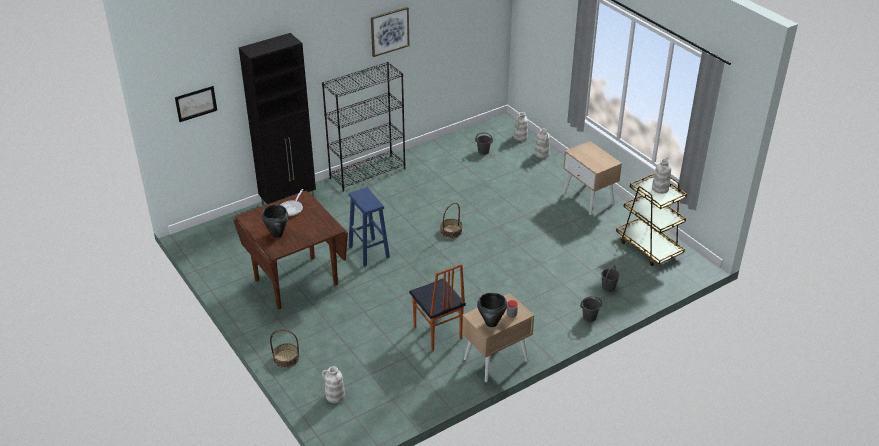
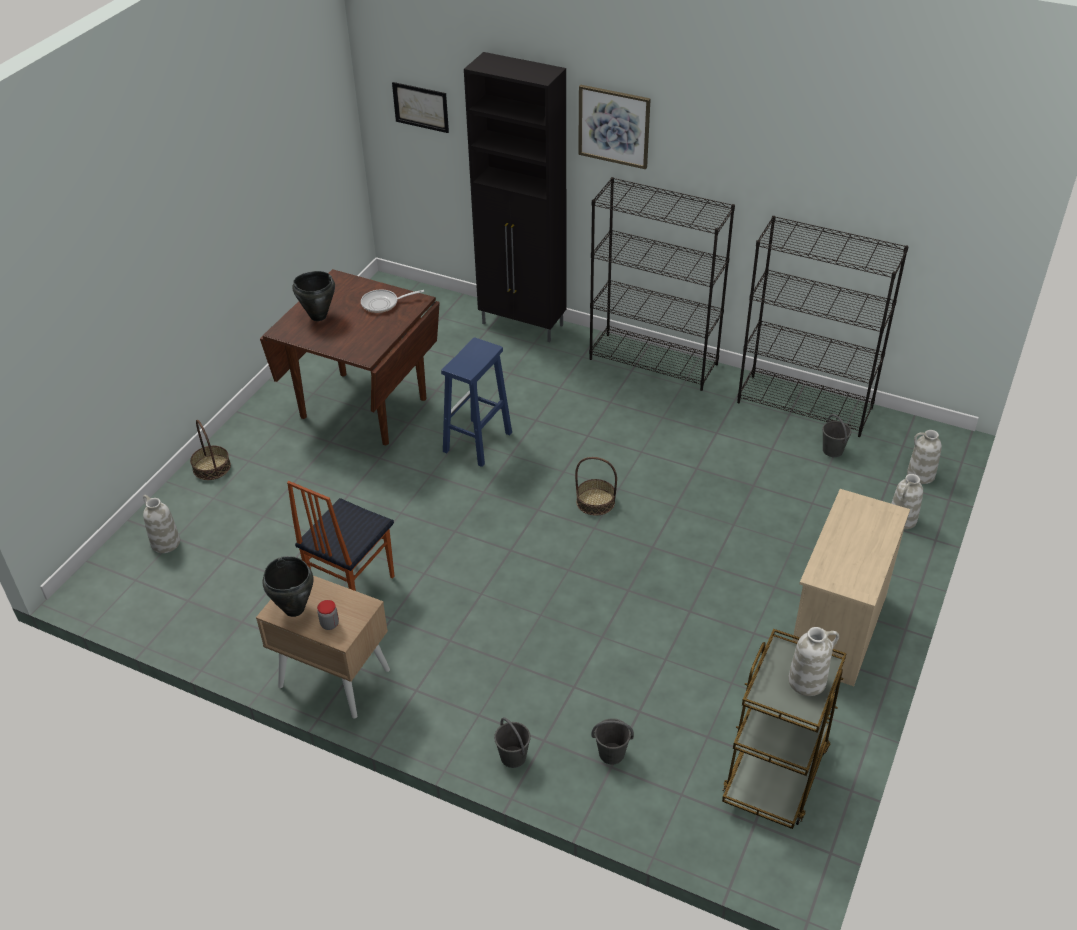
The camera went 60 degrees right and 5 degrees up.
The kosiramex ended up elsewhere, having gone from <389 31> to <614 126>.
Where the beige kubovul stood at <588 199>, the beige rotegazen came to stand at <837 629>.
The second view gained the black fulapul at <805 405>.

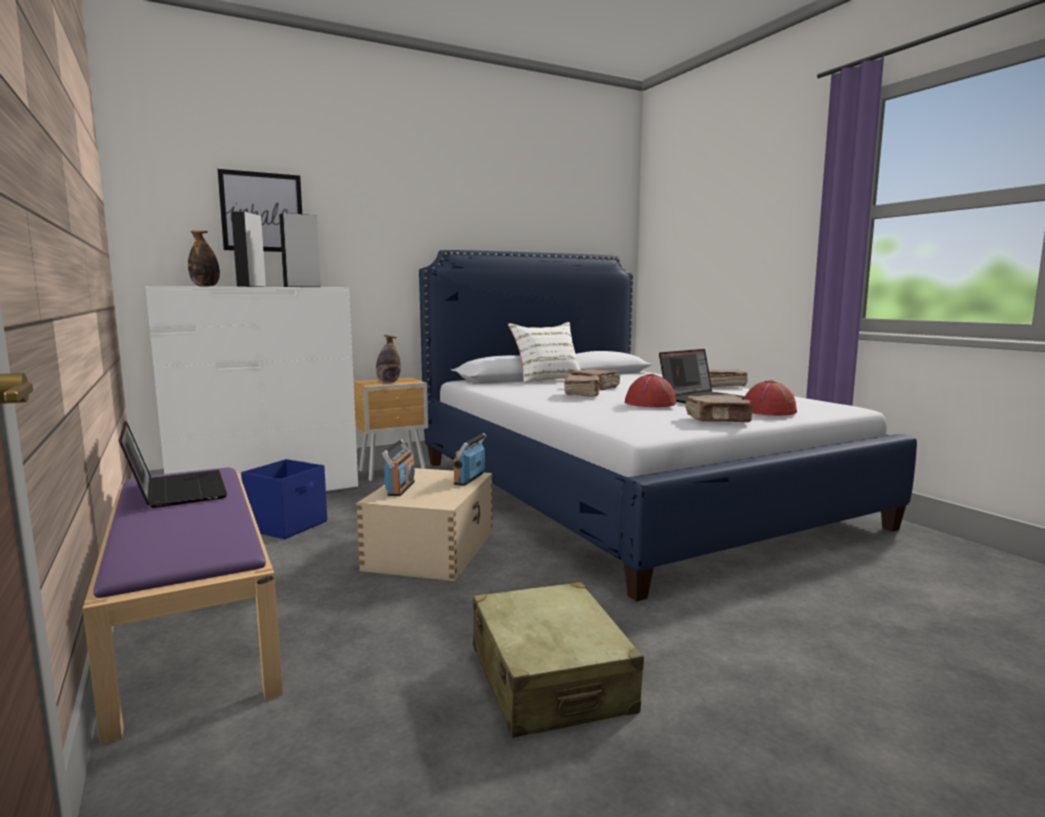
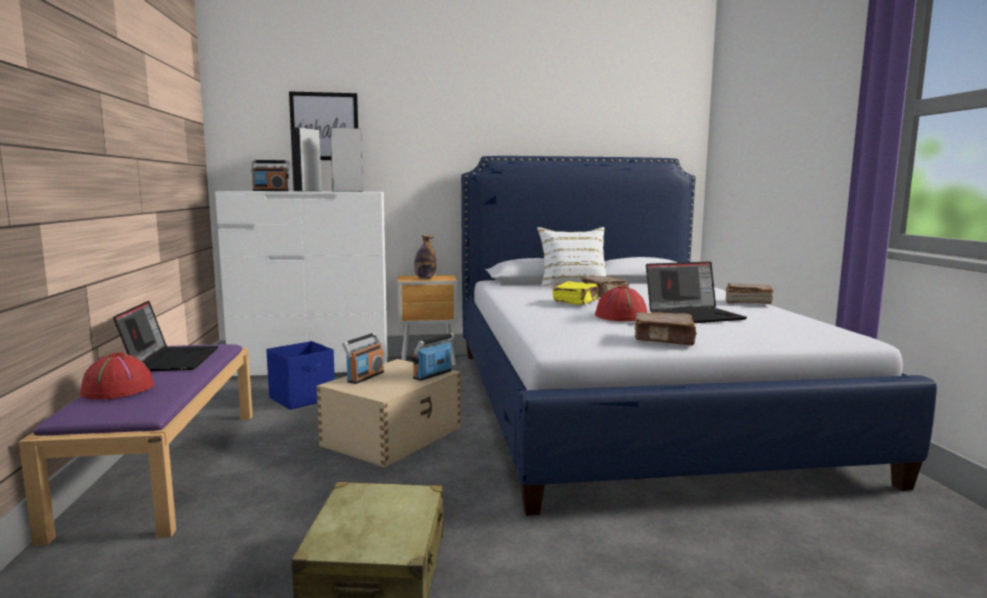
The camera went 20 degrees right and 0 degrees up.
Where the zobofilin stood at <205 286>, the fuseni came to stand at <270 191>.
What was the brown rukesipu at <583 394> turned into the yellow rukesipu at <576 302>.
The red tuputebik ended up elsewhere, having gone from <769 411> to <117 390>.

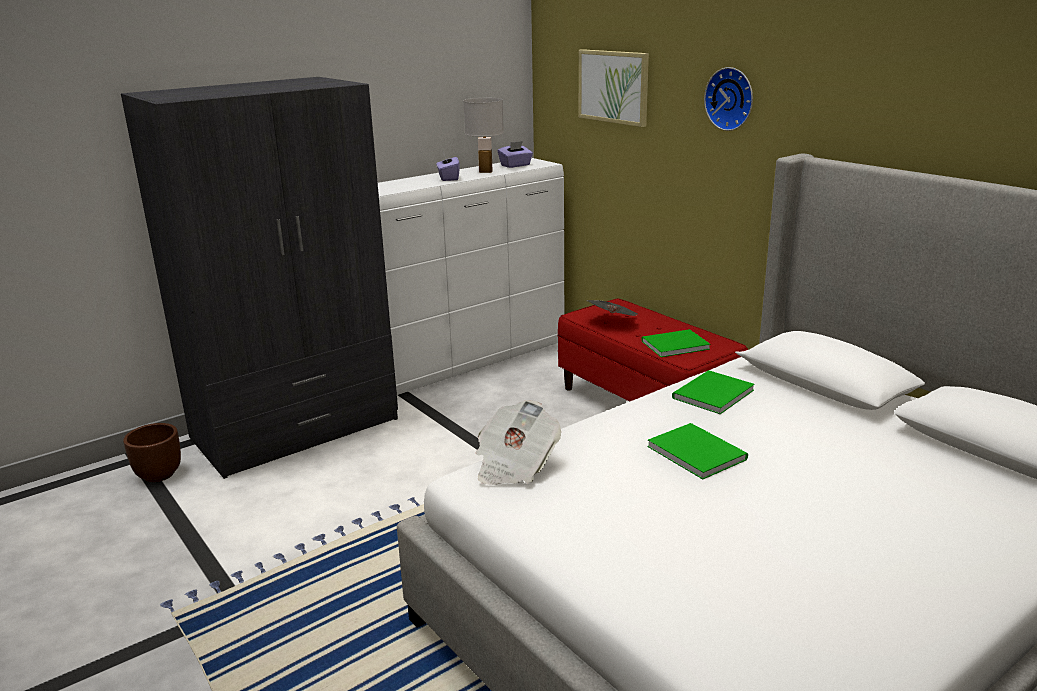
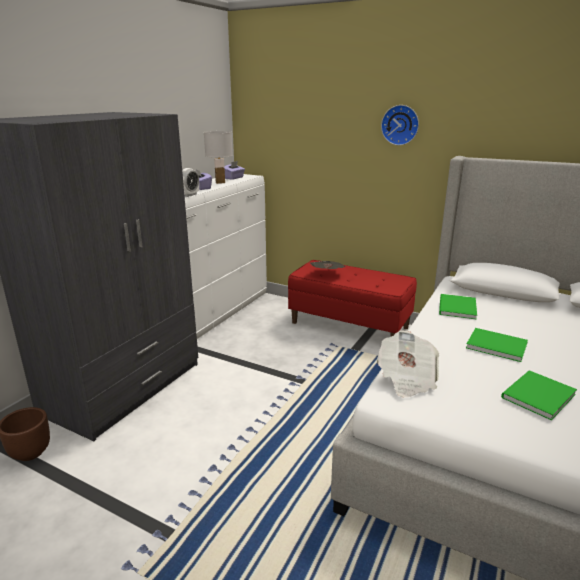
The camera went 25 degrees left and 0 degrees up.
The second view lost the kosiramex at <613 86>.
The green rukesipu ended up elsewhere, having gone from <673 345> to <535 396>.
The second view gained the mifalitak at <189 195>.

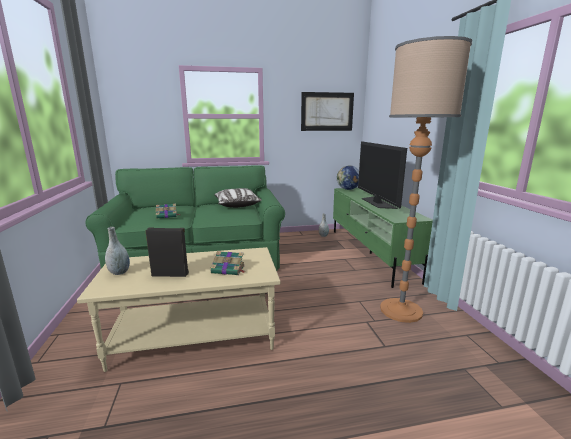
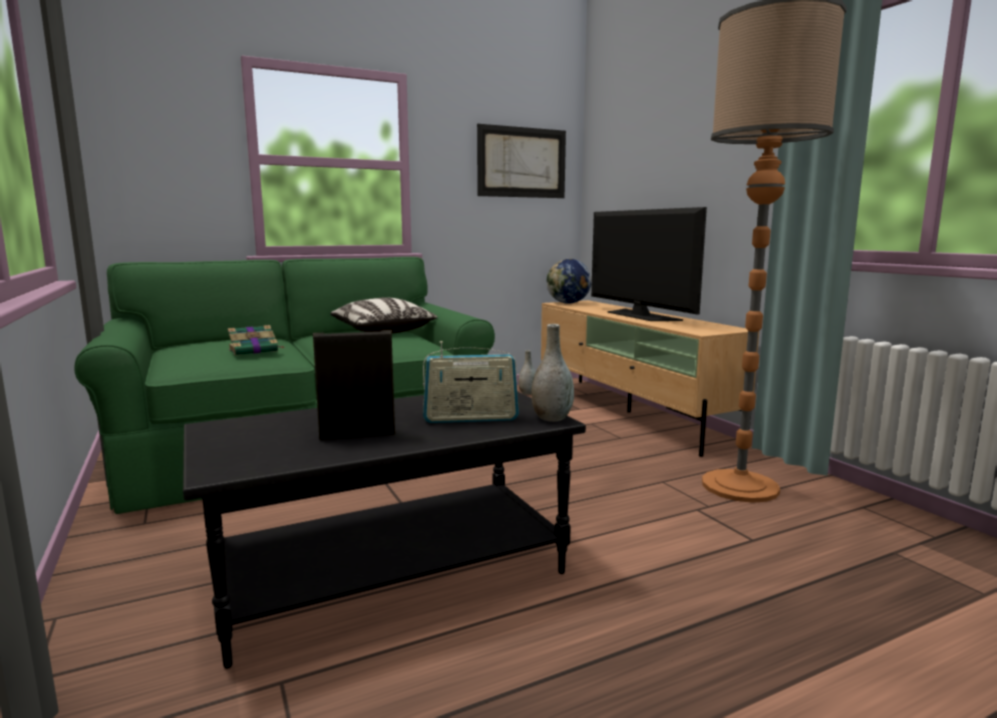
The camera went 15 degrees left and 5 degrees down.
What was the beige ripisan at <195 335> turned into the black ripisan at <392 573>.
The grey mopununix ended up elsewhere, having gone from <119 272> to <552 418>.
Where the rukesipu stood at <229 269>, the fuseni came to stand at <470 418>.
What was the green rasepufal at <370 253> turned into the beige rasepufal at <629 412>.

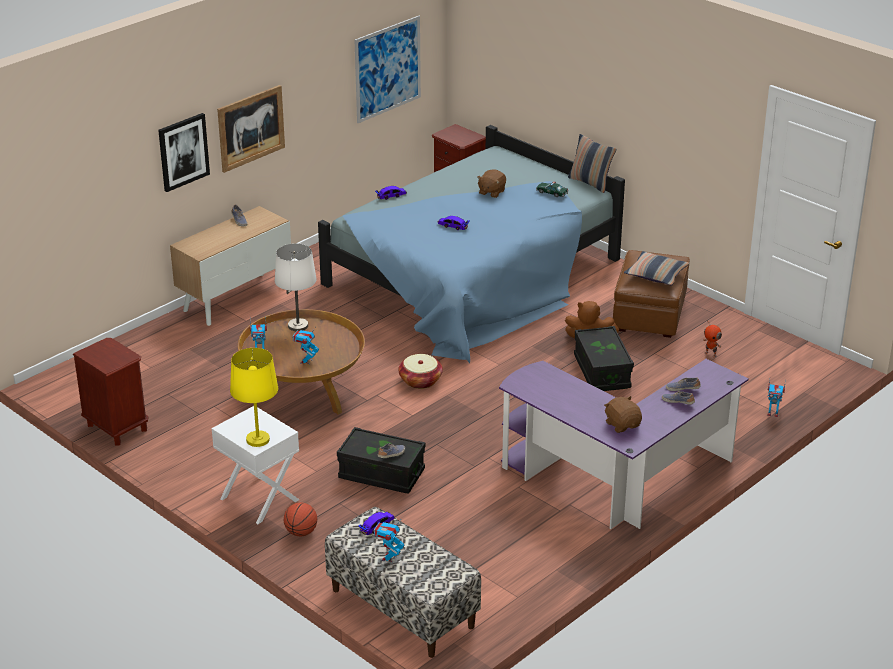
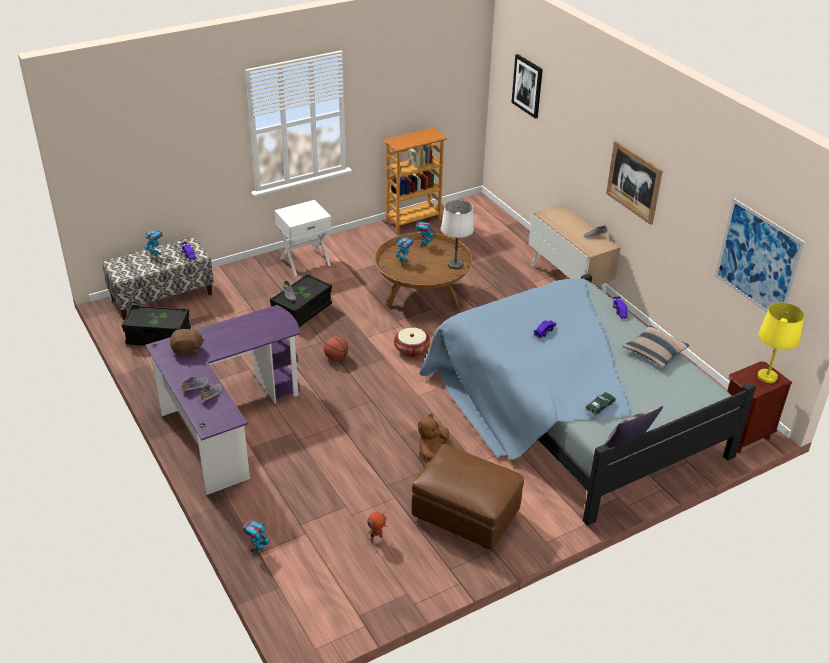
The camera went 105 degrees right and 5 degrees up.
Where the brown kubovul stood at <117 428>, the fulapul came to stand at <413 221>.
The kosiramex ended up elsewhere, having gone from <183 151> to <527 86>.
The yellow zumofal ended up elsewhere, having gone from <258 439> to <767 377>.
The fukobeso ended up elsewhere, having gone from <301 532> to <336 358>.
The second view lost the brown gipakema at <491 192>.
The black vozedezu ended up elsewhere, having gone from <602 372> to <159 337>.
The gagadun ended up elsewhere, having gone from <656 274> to <655 351>.

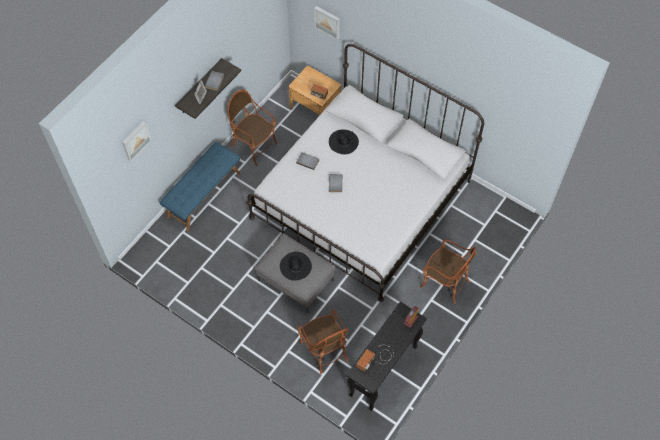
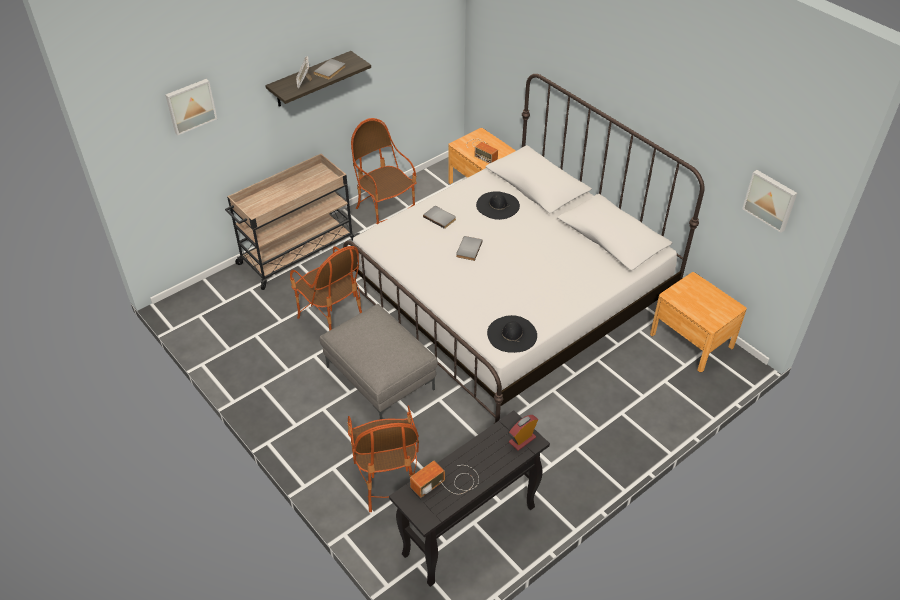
The camera went 15 degrees right and 15 degrees down.
Where the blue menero stood at <203 194>, the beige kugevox came to stand at <297 253>.
The black tuputebik ended up elsewhere, having gone from <295 266> to <512 334>.
The kosiramex ended up elsewhere, having gone from <327 21> to <770 200>.
The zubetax ended up elsewhere, having gone from <444 282> to <332 319>.
The second view gained the brown kubovul at <691 340>.

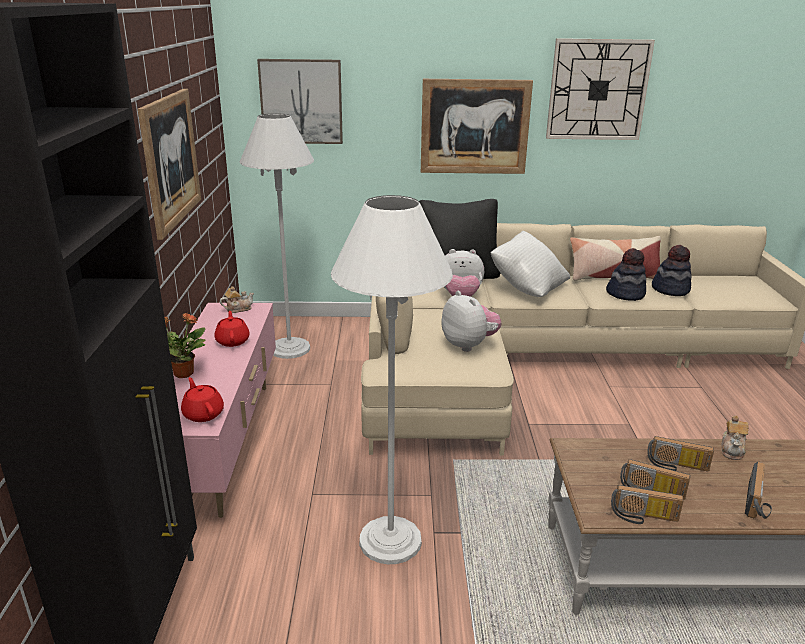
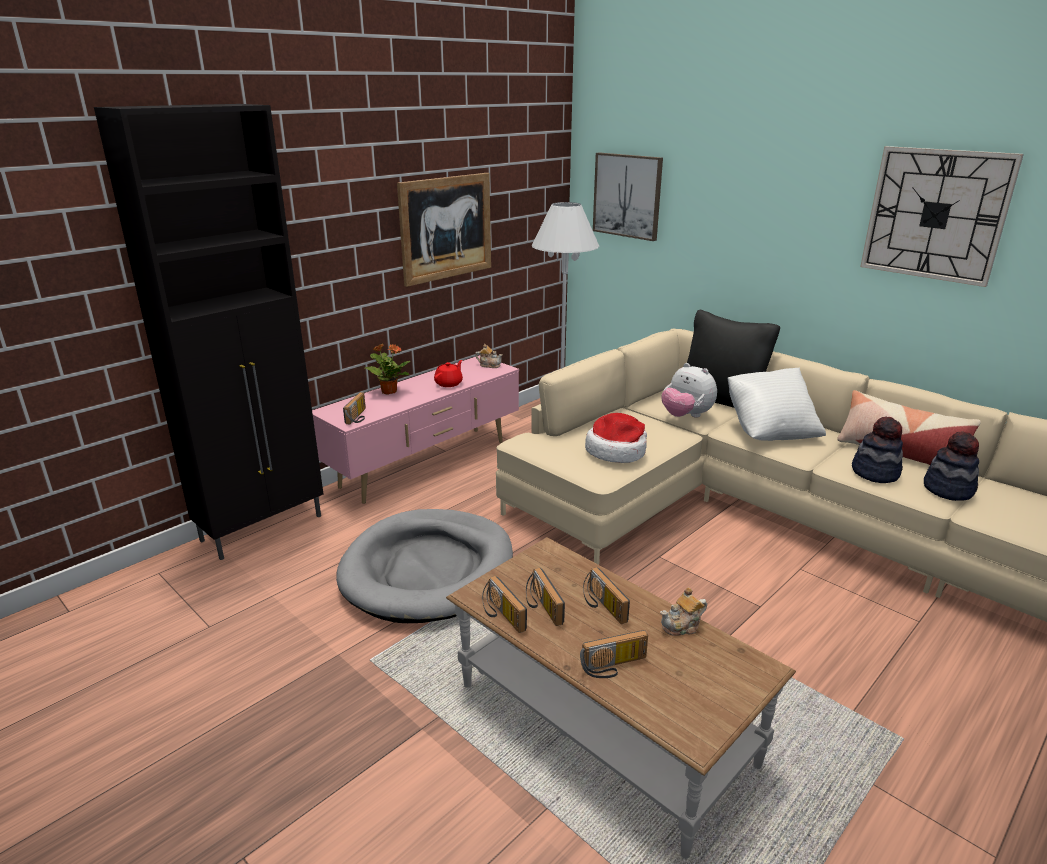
The camera went 45 degrees right and 0 degrees up.
Where the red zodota stood at <203 413>, the fuseni came to stand at <358 417>.
Where the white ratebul stood at <390 540>, the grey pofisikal came to stand at <428 570>.
The second view lost the kosiramex at <474 127>.
Where the gipakema stood at <469 345>, the tuputebik came to stand at <616 451>.

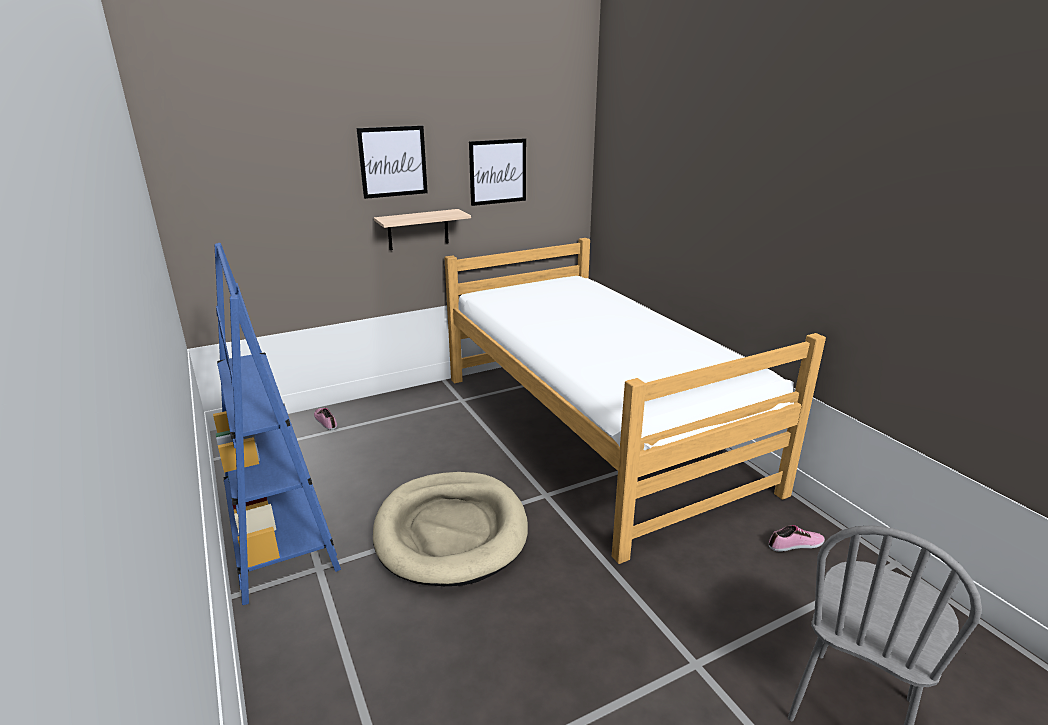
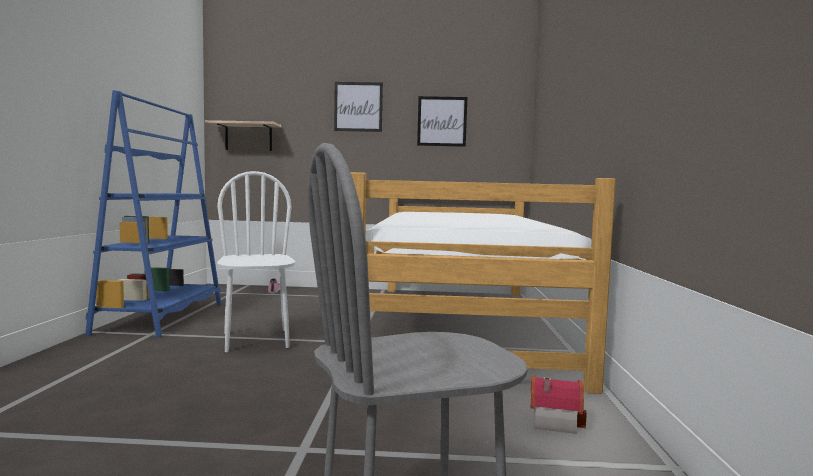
The camera went 30 degrees right and 20 degrees down.
Where the beige pofisikal stood at <451 531>, the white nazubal came to stand at <256 340>.
The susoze ended up elsewhere, having gone from <418 229> to <248 137>.
Where the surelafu stood at <796 545>, the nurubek came to stand at <552 420>.

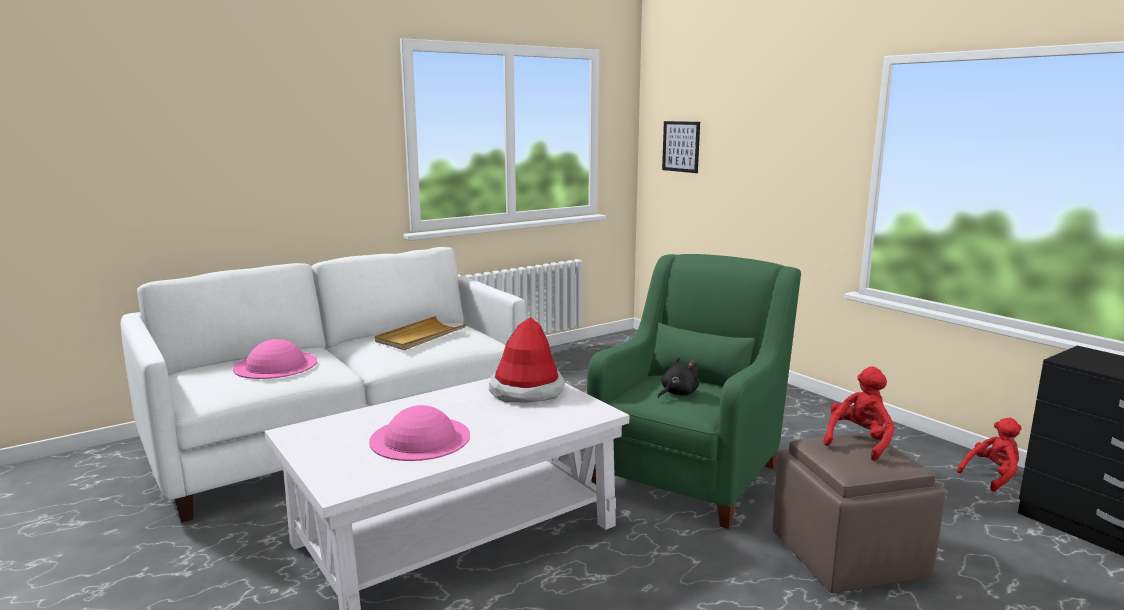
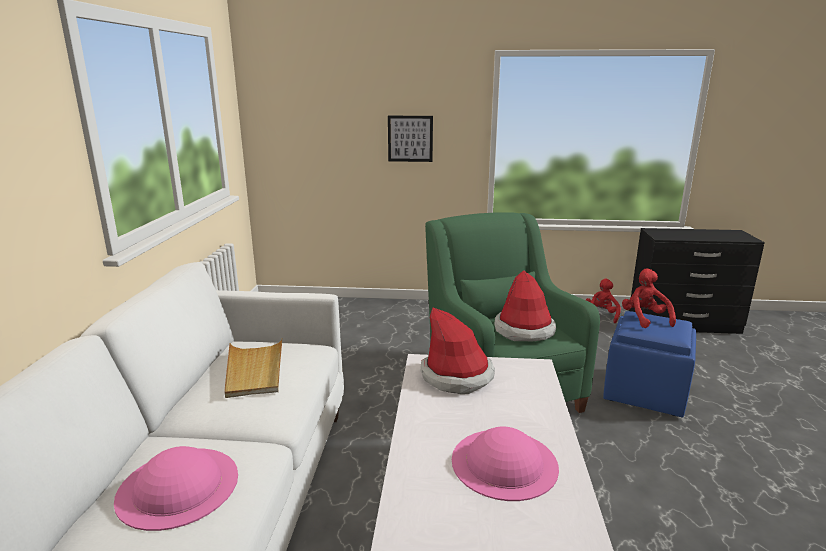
The camera went 50 degrees left and 5 degrees up.
Where the black gipakema stood at <677 393>, the tuputebik came to stand at <524 330>.
The kosiramex ended up elsewhere, having gone from <681 146> to <410 138>.
What was the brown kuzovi at <849 556> turned into the blue kuzovi at <646 392>.

